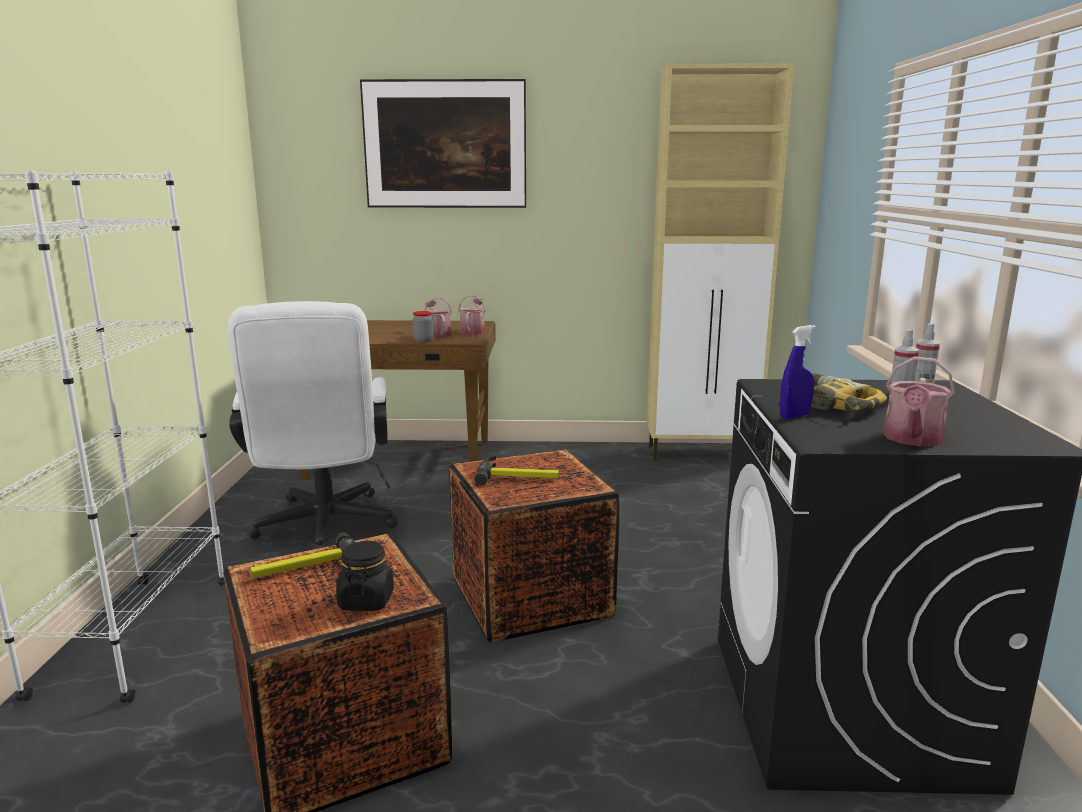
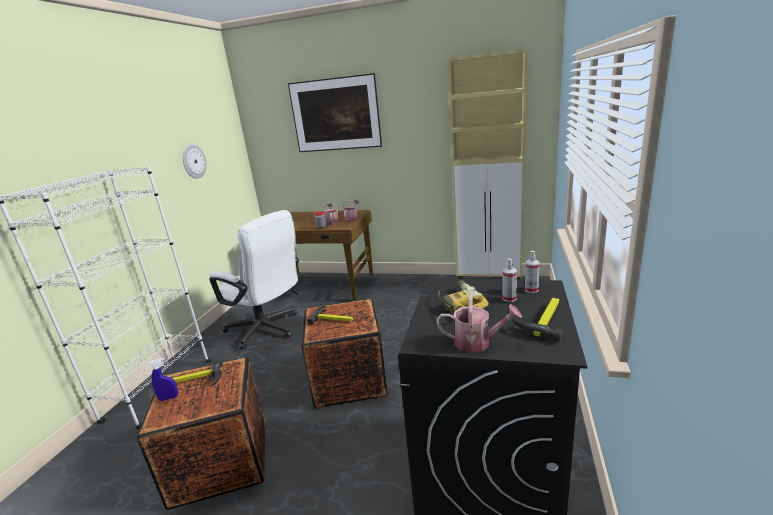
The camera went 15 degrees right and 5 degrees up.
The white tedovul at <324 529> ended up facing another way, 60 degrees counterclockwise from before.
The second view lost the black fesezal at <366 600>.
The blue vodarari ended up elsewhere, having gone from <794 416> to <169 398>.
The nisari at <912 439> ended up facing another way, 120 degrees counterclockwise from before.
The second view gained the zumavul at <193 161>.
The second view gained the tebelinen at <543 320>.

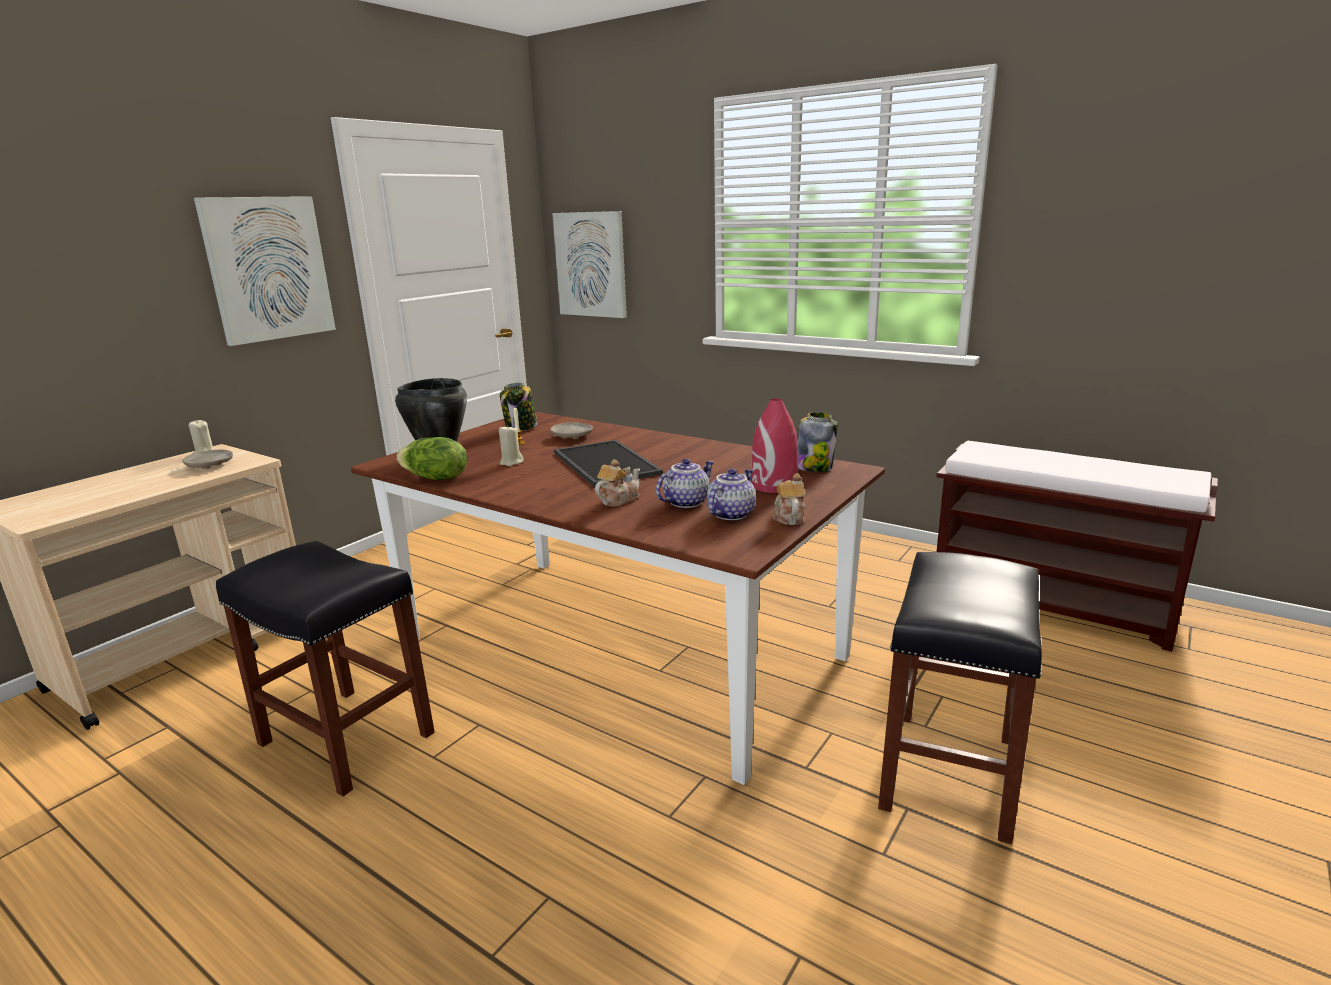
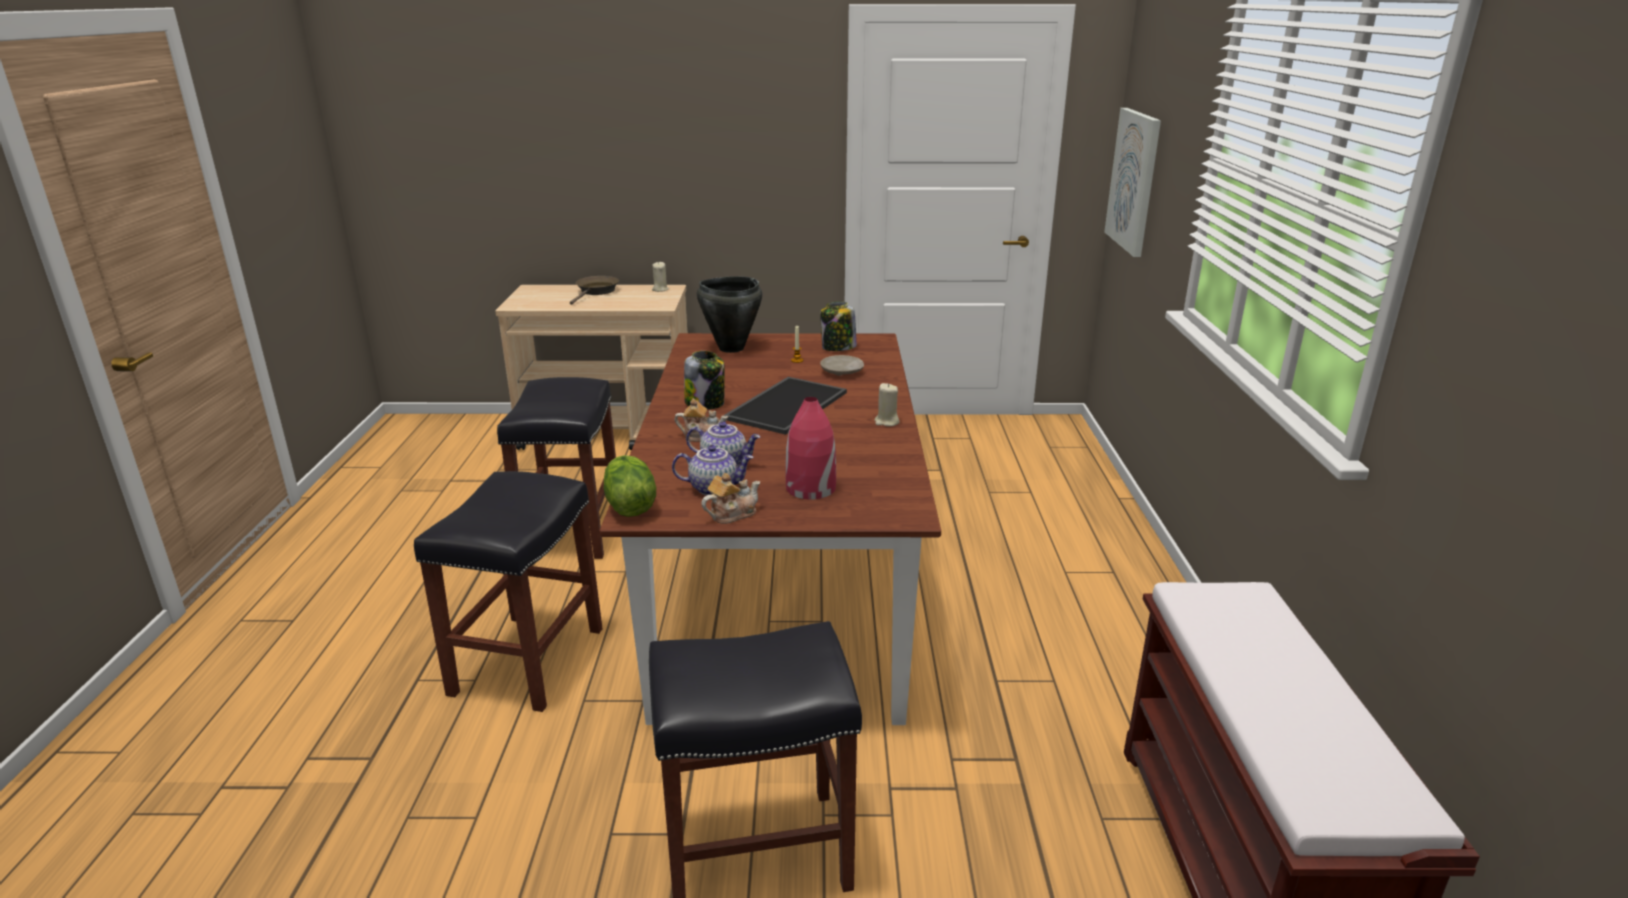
The camera went 55 degrees right and 5 degrees up.
The second view lost the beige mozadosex at <210 465>.
The second view lost the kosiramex at <268 269>.
The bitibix ended up elsewhere, having gone from <435 478> to <629 506>.
The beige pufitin ended up elsewhere, having gone from <511 462> to <886 422>.
The fesezal ended up elsewhere, having gone from <814 467> to <705 403>.
The second view gained the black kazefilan at <528 659>.
The second view gained the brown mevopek at <596 291>.

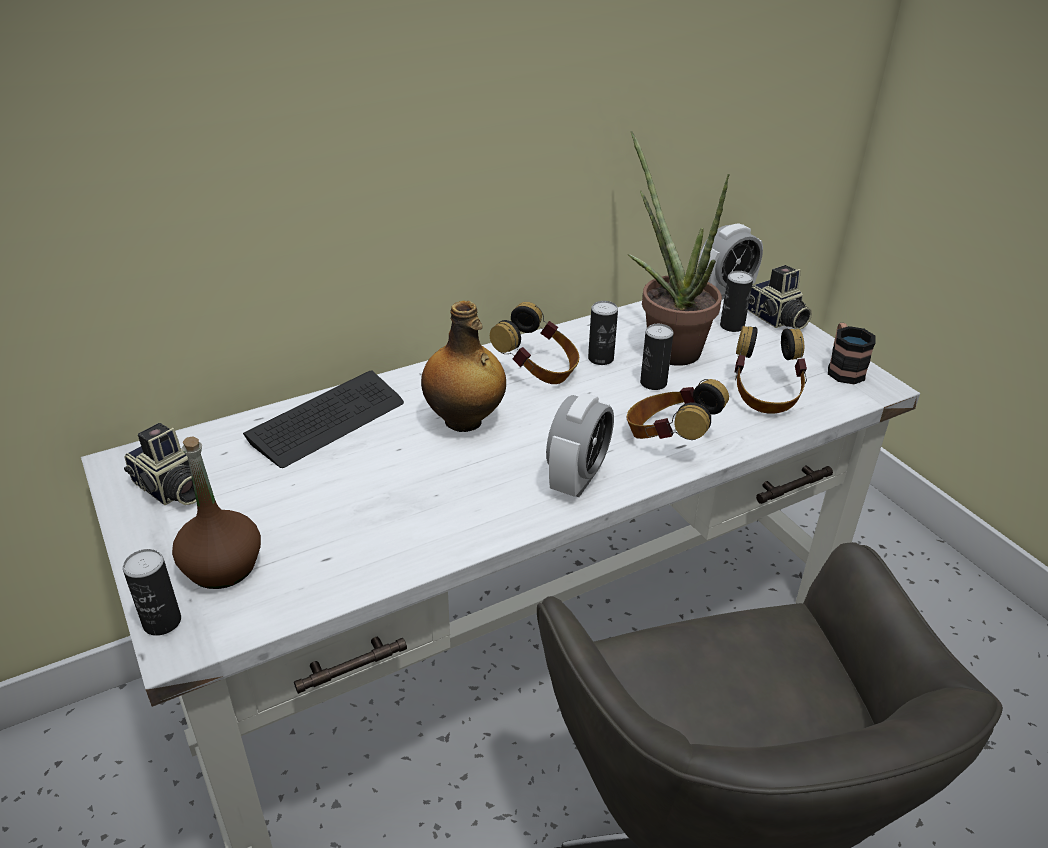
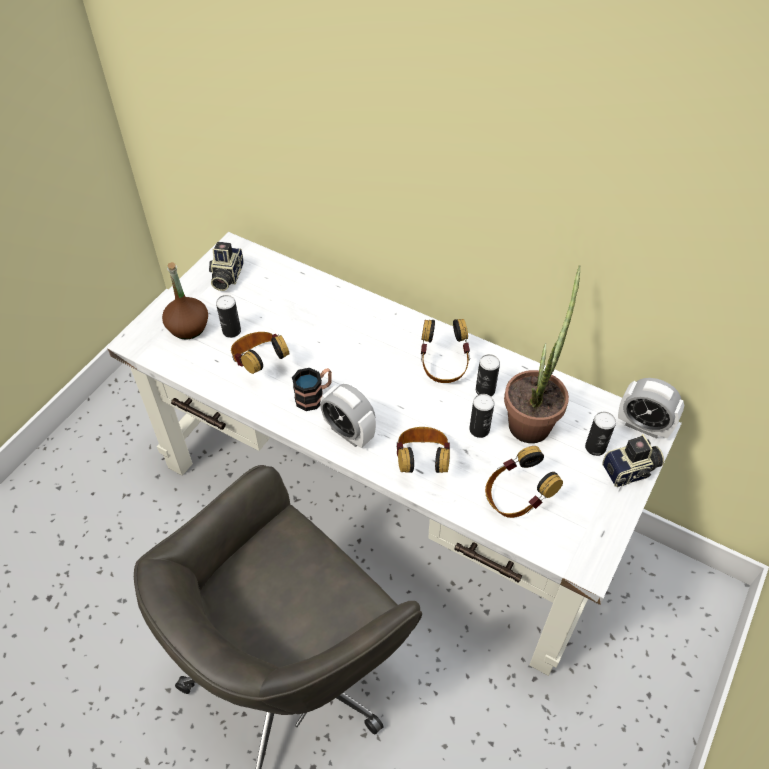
The camera went 60 degrees right and 15 degrees up.
The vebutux ended up elsewhere, having gone from <162 622> to <231 331>.
The second view lost the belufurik at <327 421>.
The second view lost the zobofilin at <464 421>.
The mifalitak at <577 478> ended up facing another way, 45 degrees clockwise from before.
The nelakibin at <776 319> ended up facing another way, 135 degrees counterclockwise from before.
The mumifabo ended up elsewhere, having gone from <843 368> to <314 396>.
The second view gained the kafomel at <259 363>.

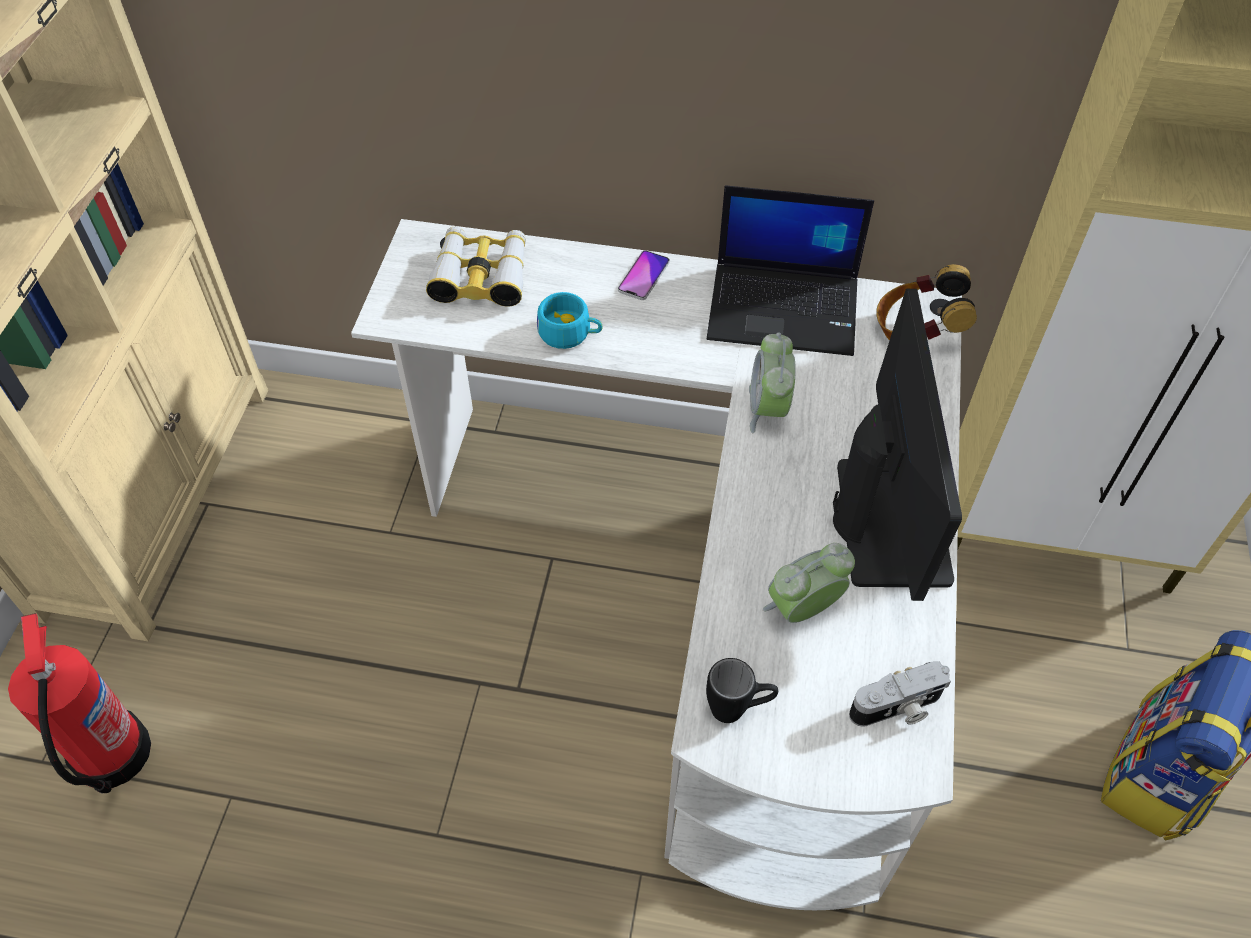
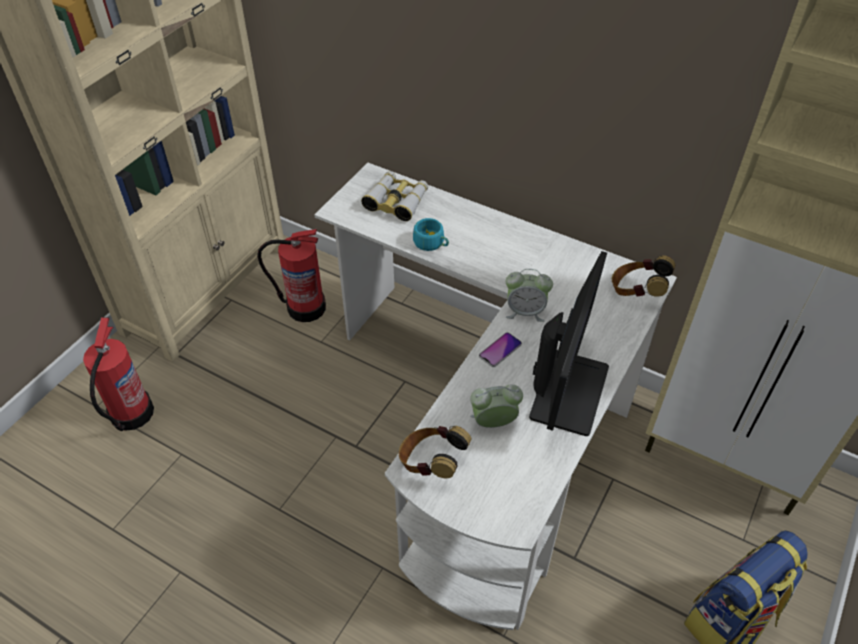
The camera went 20 degrees right and 5 degrees down.
The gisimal ended up elsewhere, having gone from <643 276> to <500 350>.
Where the black mumifabo stood at <738 709>, the kafomel came to stand at <431 463>.
The second view lost the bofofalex at <785 308>.
The mifalitak at <768 409> ended up facing another way, 105 degrees counterclockwise from before.
The second view lost the nelakibin at <897 708>.
The second view gained the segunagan at <305 307>.

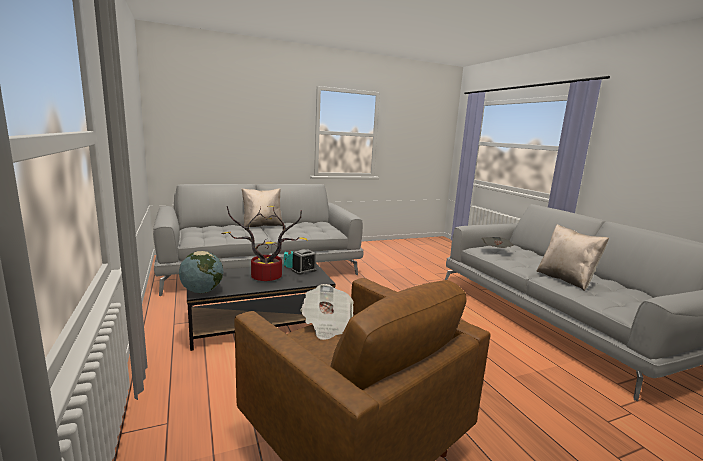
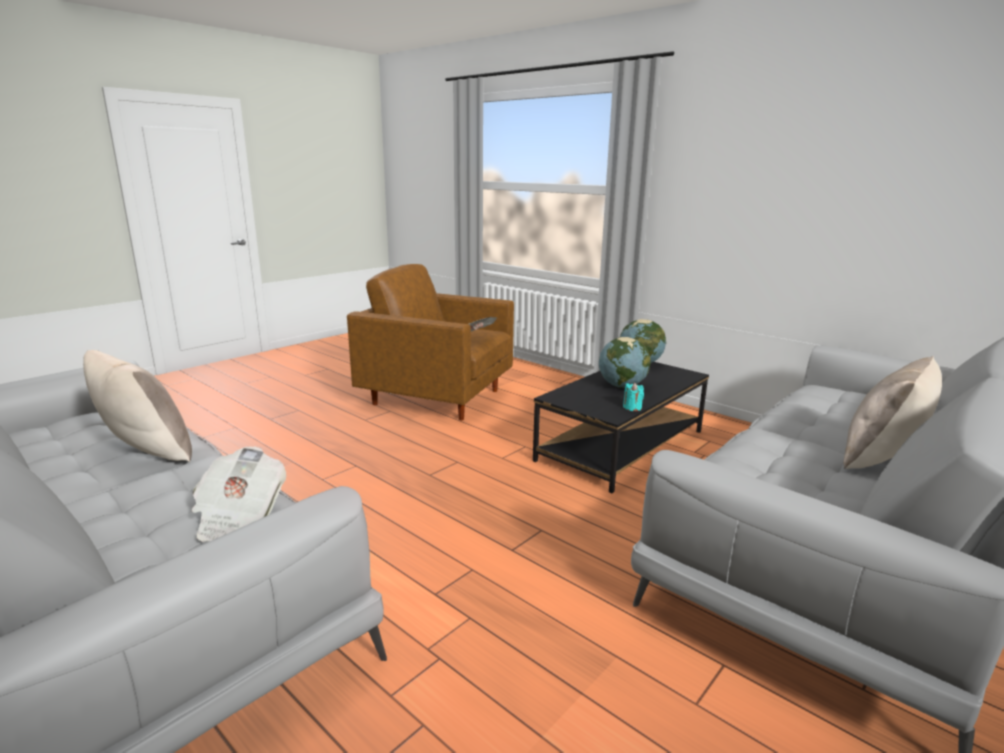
The camera went 155 degrees right and 5 degrees up.
Where the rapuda stood at <264 278>, the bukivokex came to stand at <622 386>.
The second view lost the mifalitak at <304 270>.

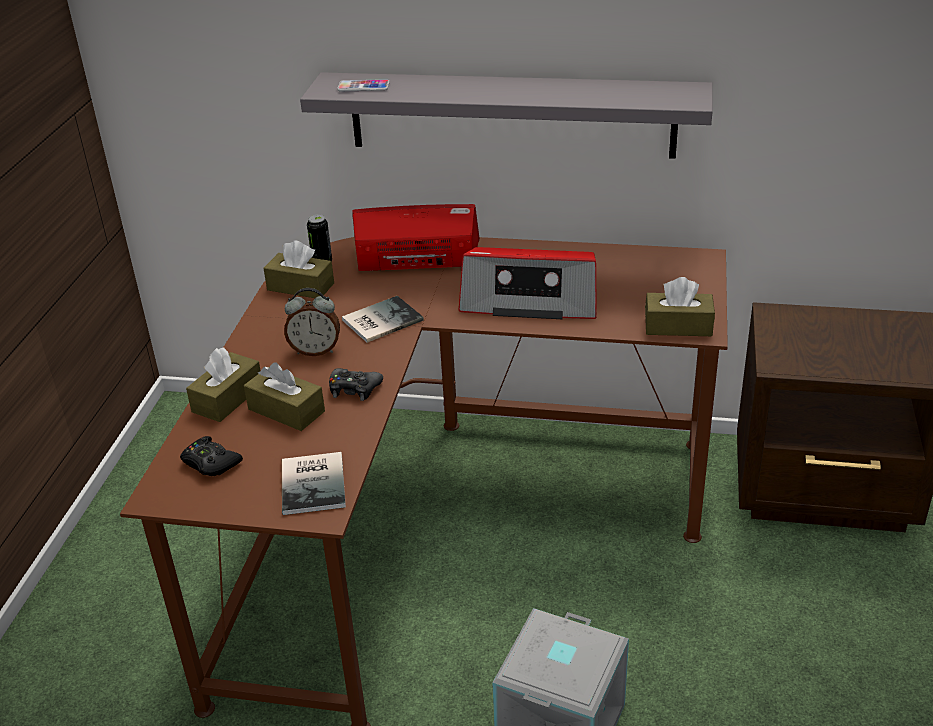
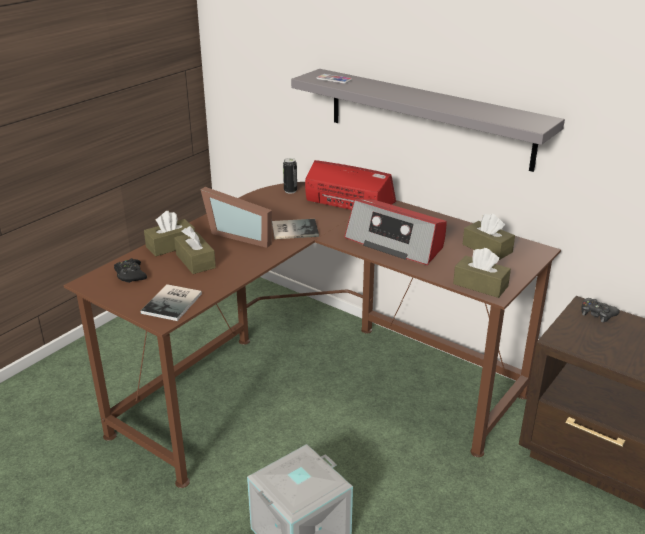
The camera went 25 degrees right and 5 degrees down.
The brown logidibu ended up elsewhere, having gone from <300 287> to <487 248>.
Where the mifalitak stood at <315 350>, the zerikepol came to stand at <241 235>.
The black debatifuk ended up elsewhere, having gone from <354 389> to <597 314>.

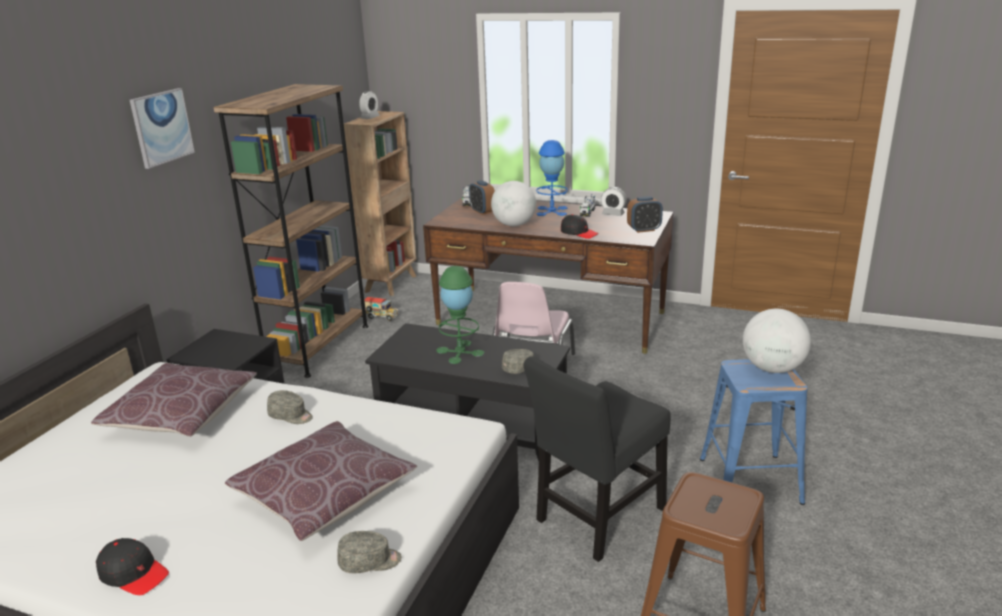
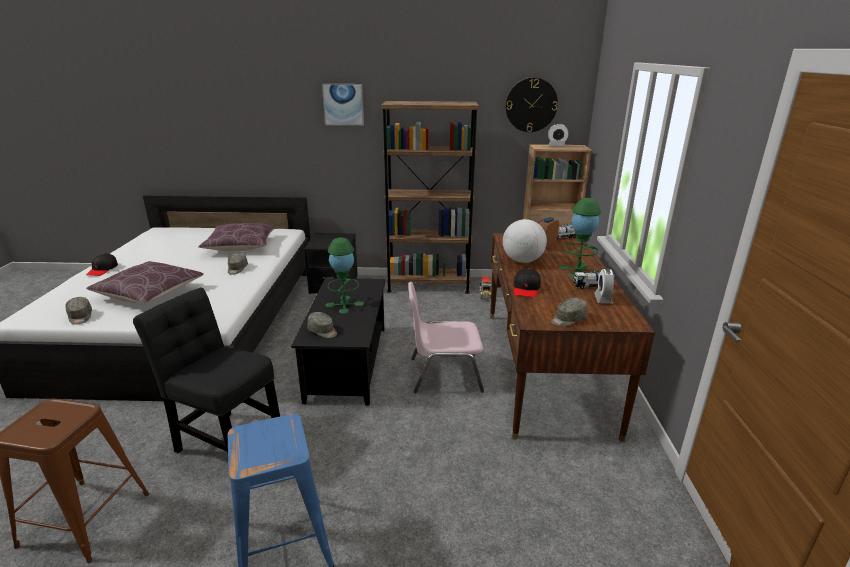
The camera went 70 degrees right and 0 degrees up.
What was the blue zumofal at <552 211> turned into the green zumofal at <578 270>.
Where the mifalitak stood at <644 229>, the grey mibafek came to stand at <568 319>.
The second view lost the bukivokex at <772 369>.
The second view gained the zumavul at <531 105>.

